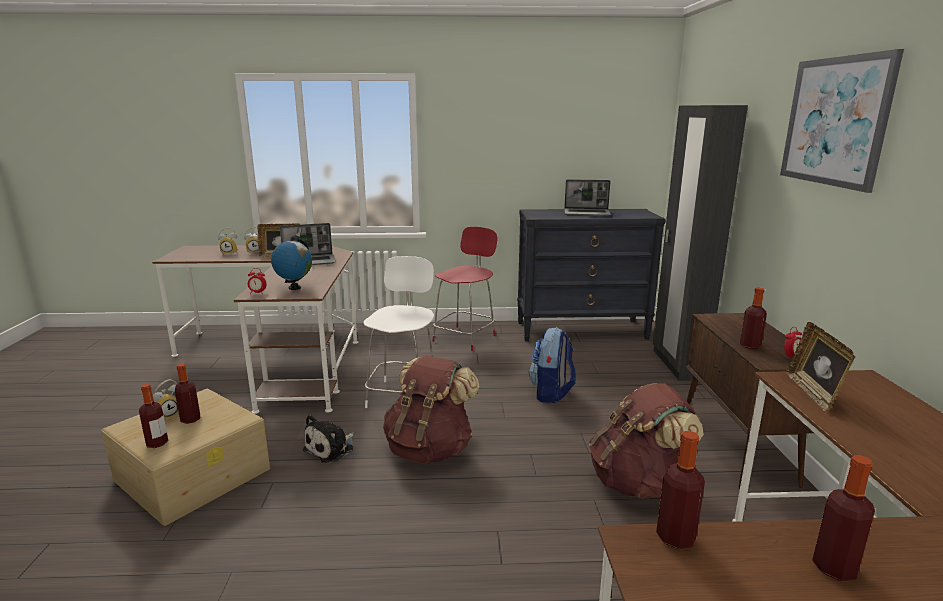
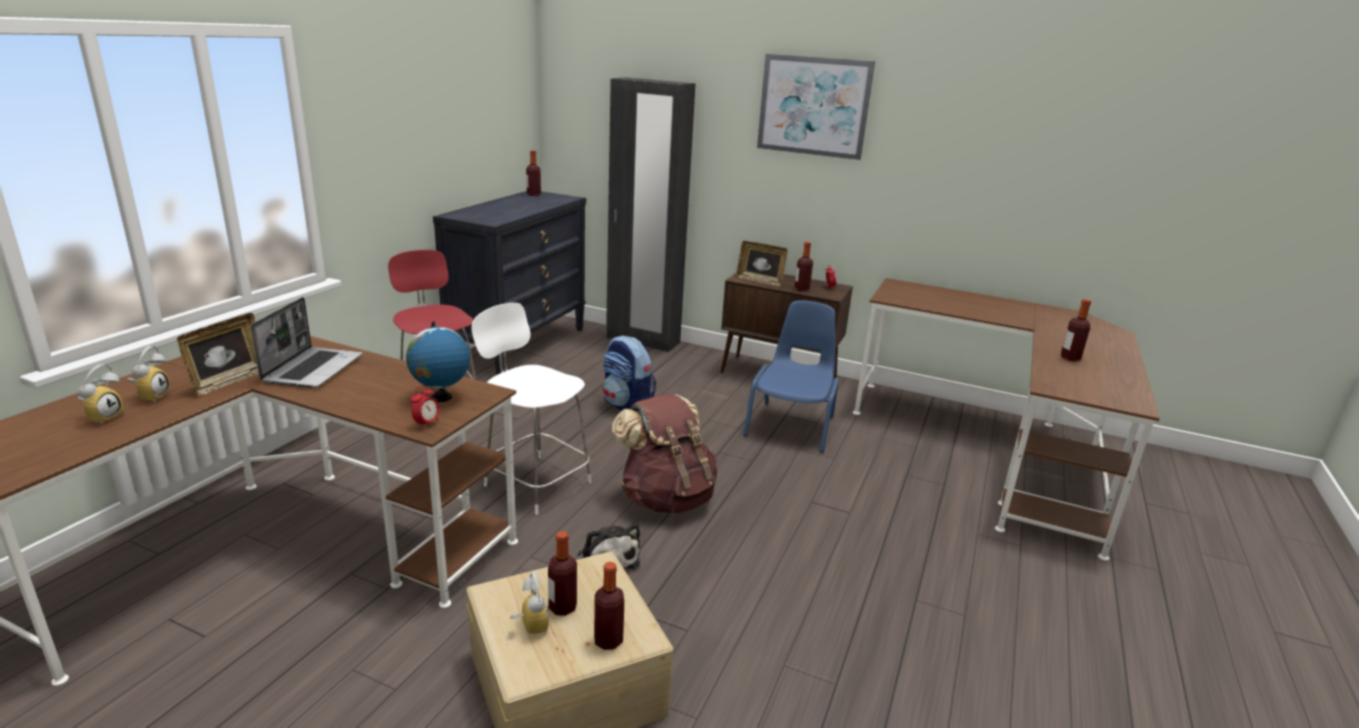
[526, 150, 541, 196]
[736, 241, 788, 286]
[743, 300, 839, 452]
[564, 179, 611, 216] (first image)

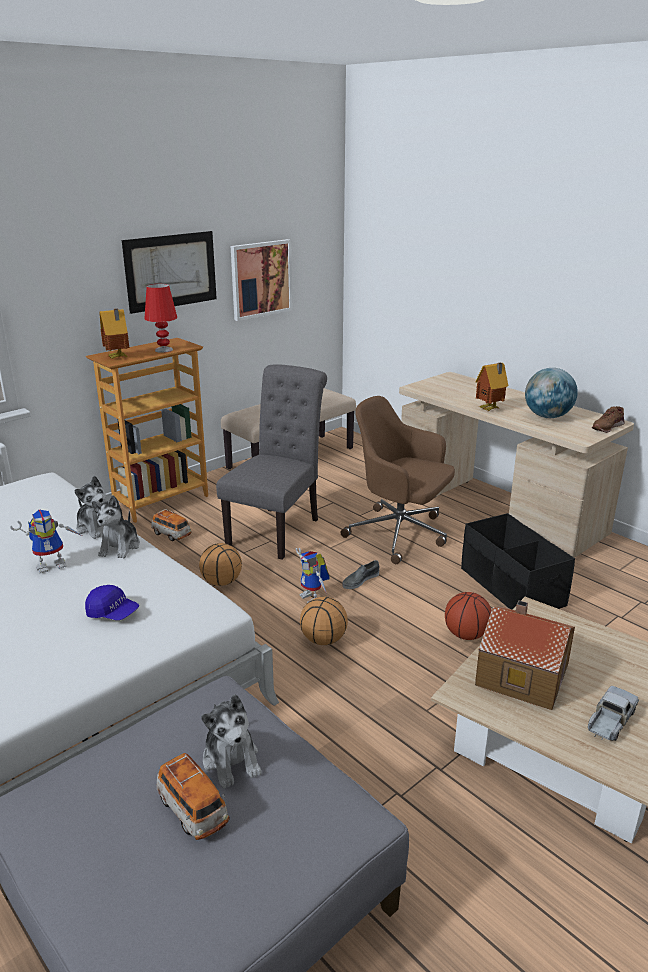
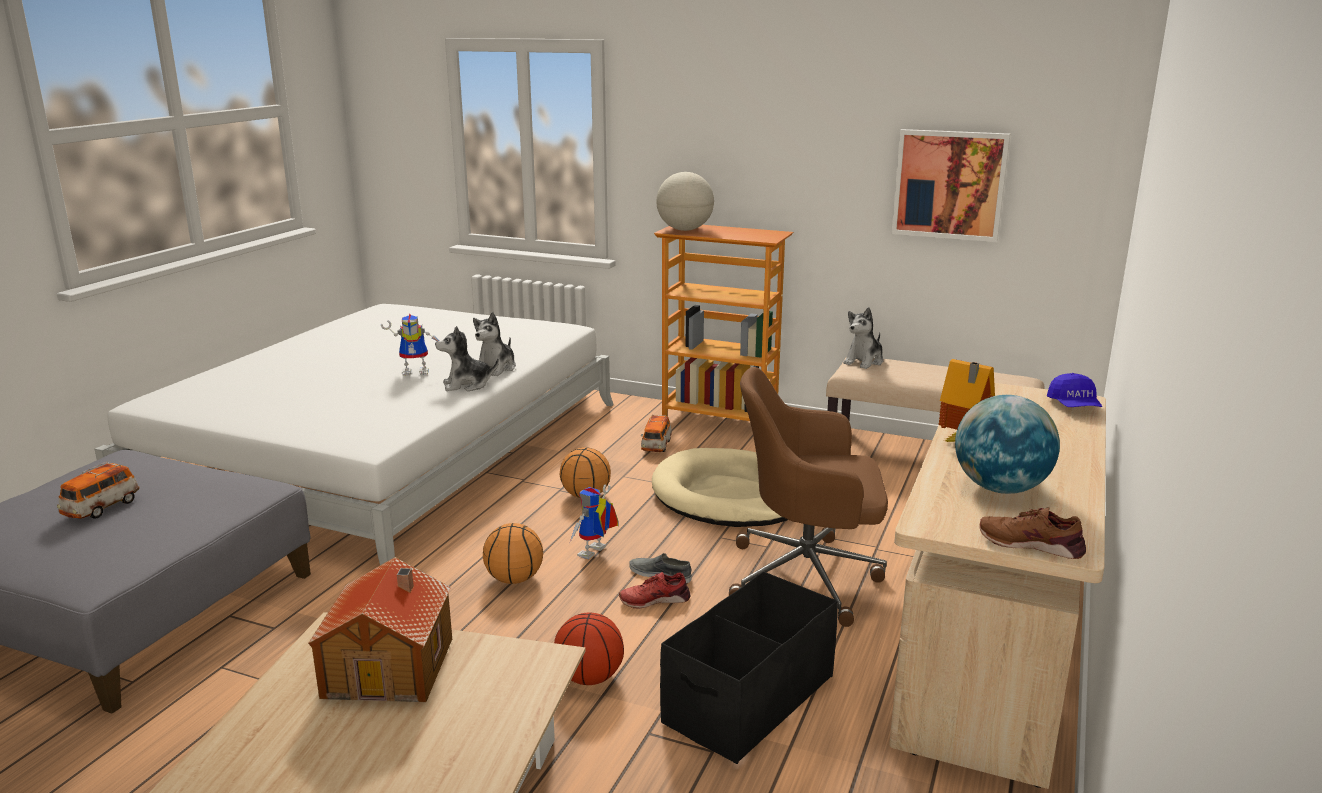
[381, 313, 439, 376]
[619, 572, 690, 609]
[652, 448, 788, 527]
[656, 172, 714, 231]
[729, 367, 888, 627]
[843, 307, 884, 369]
[1047, 373, 1102, 407]
[122, 231, 217, 314] (first image)
[144, 284, 177, 353] (first image)
[588, 686, 639, 741] (first image)

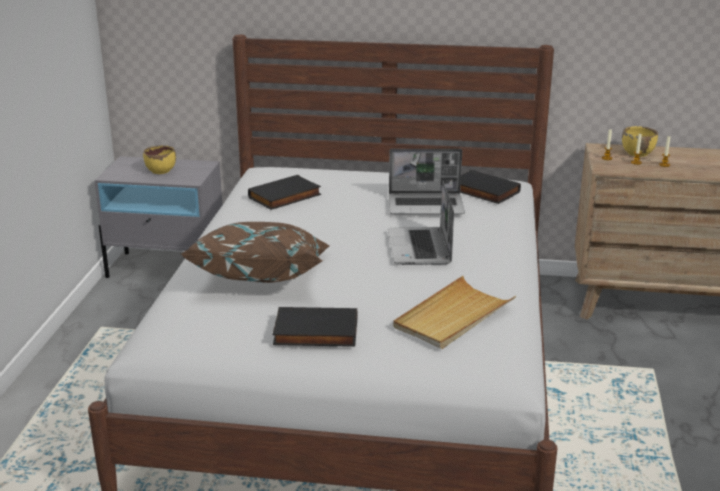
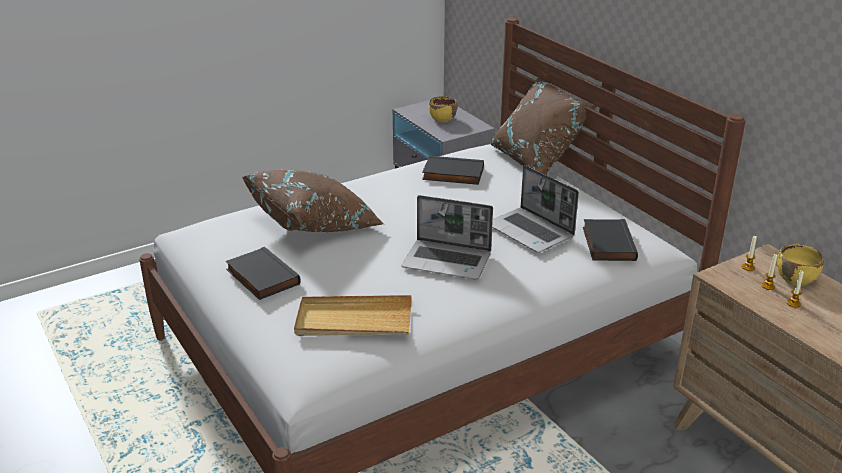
[402, 195, 493, 280]
[490, 77, 597, 175]

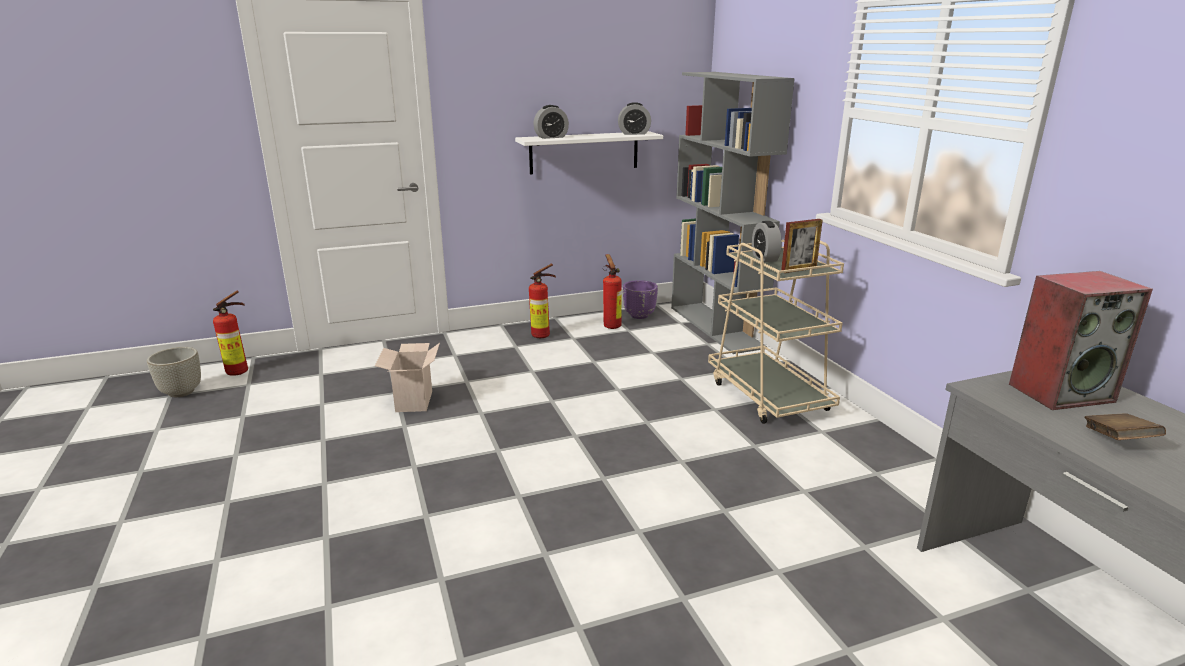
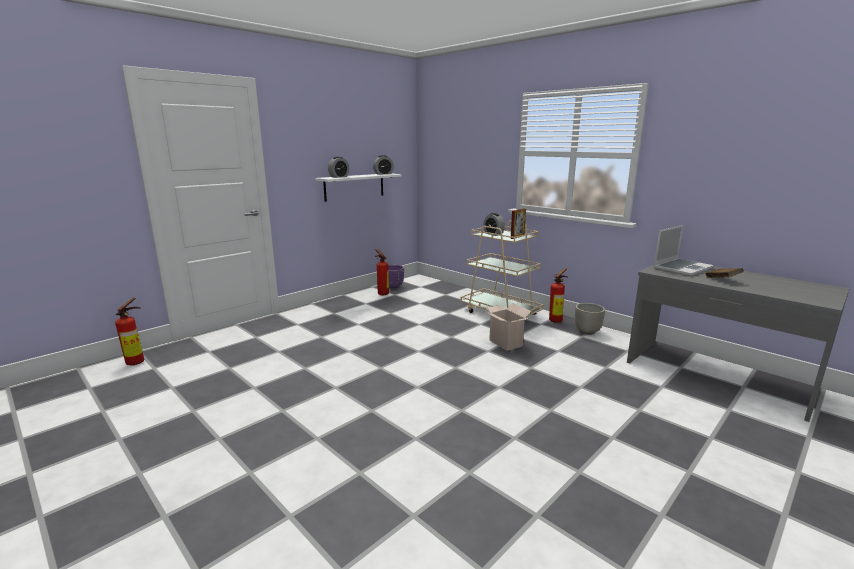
[483, 303, 531, 351]
[549, 268, 567, 323]
[575, 303, 605, 335]
[653, 225, 713, 276]
[671, 72, 795, 354] (first image)

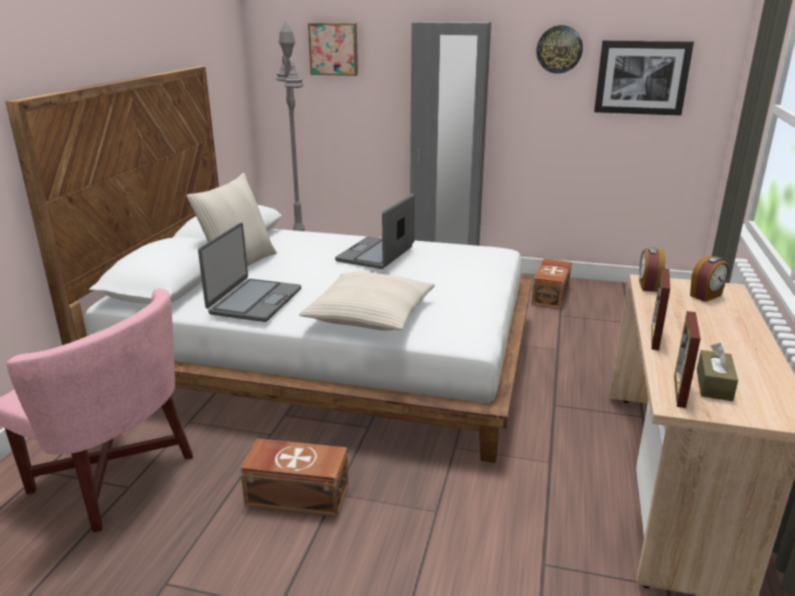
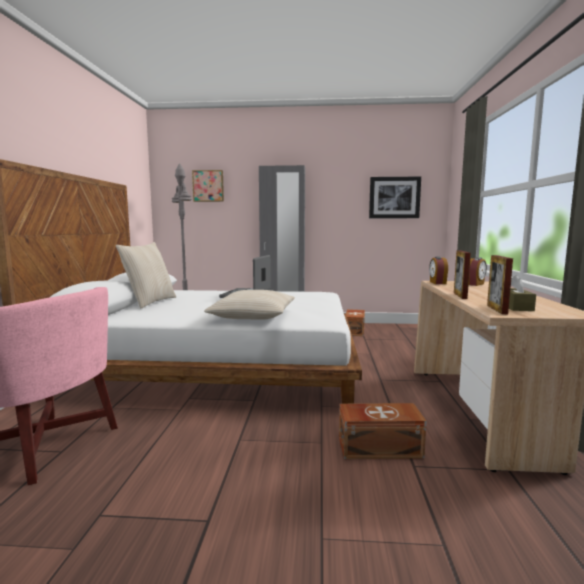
[339, 403, 426, 459]
[198, 223, 301, 322] (first image)
[536, 25, 583, 74] (first image)

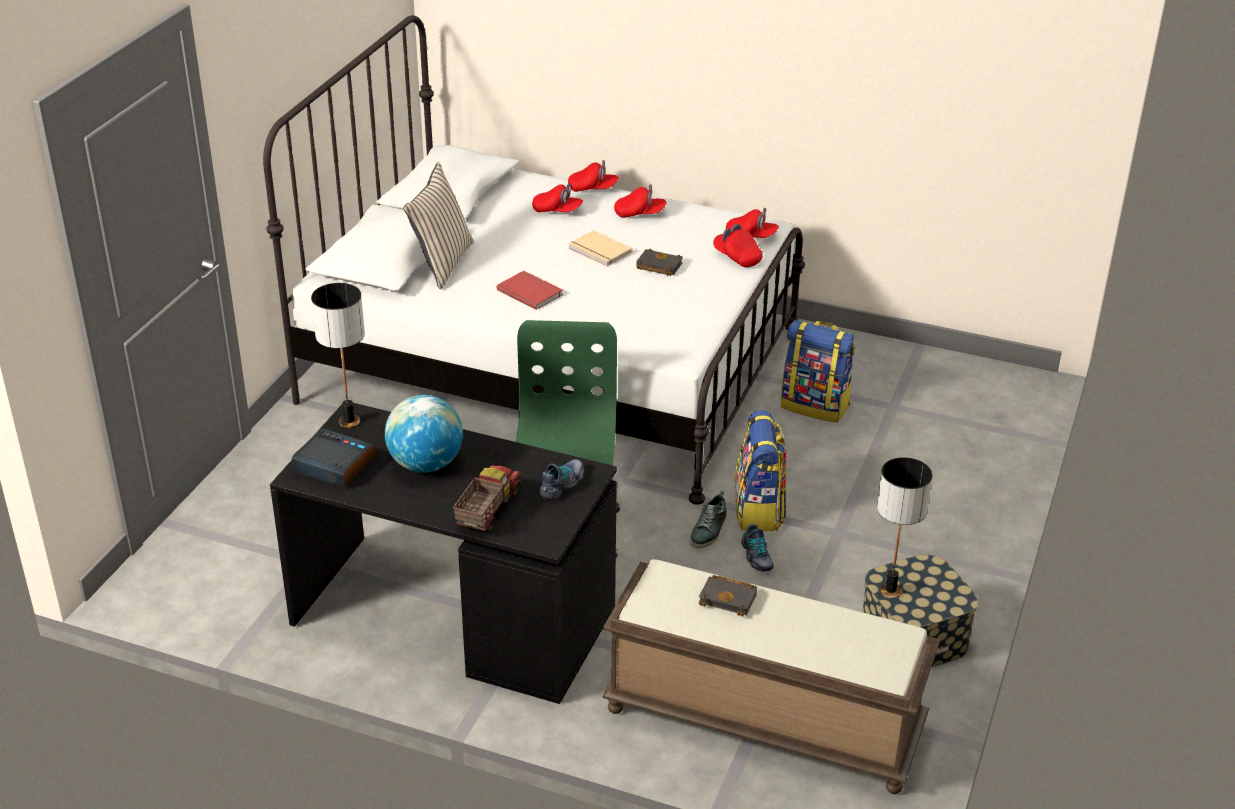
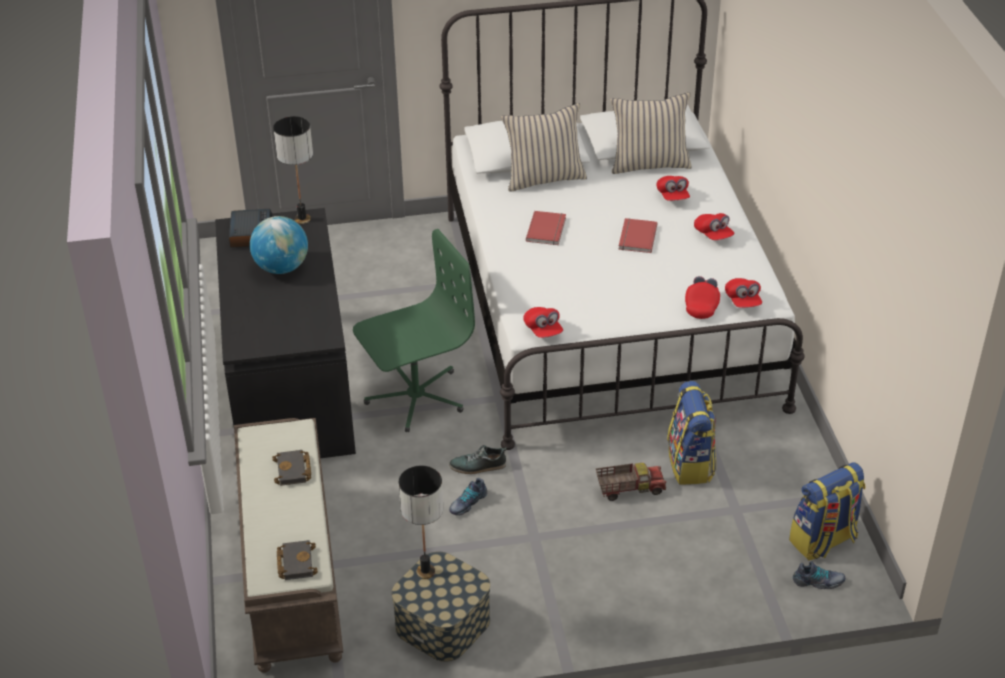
[277, 540, 318, 580]
[523, 307, 563, 338]
[596, 463, 666, 501]
[611, 92, 692, 174]
[618, 218, 657, 253]
[789, 462, 866, 561]
[793, 561, 845, 589]

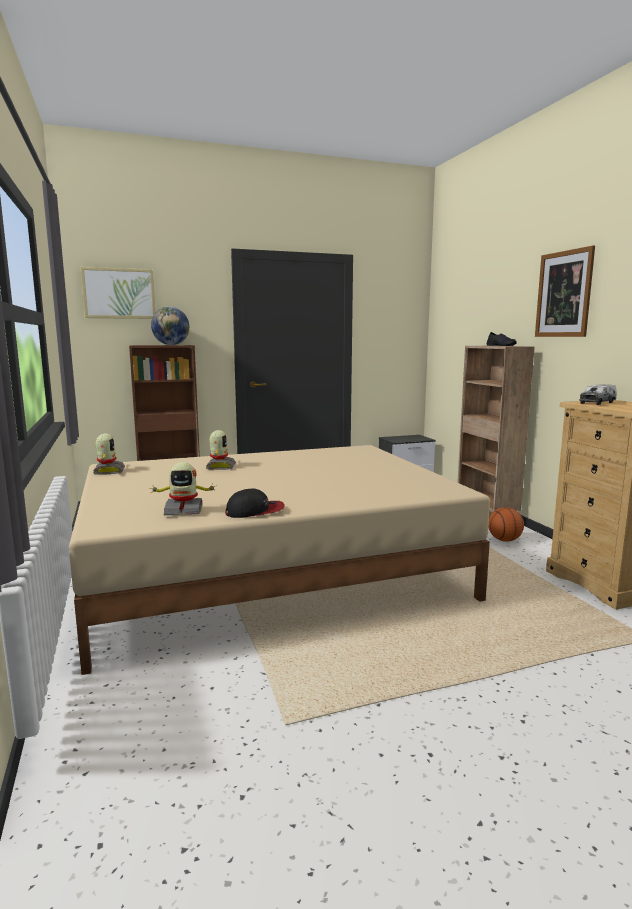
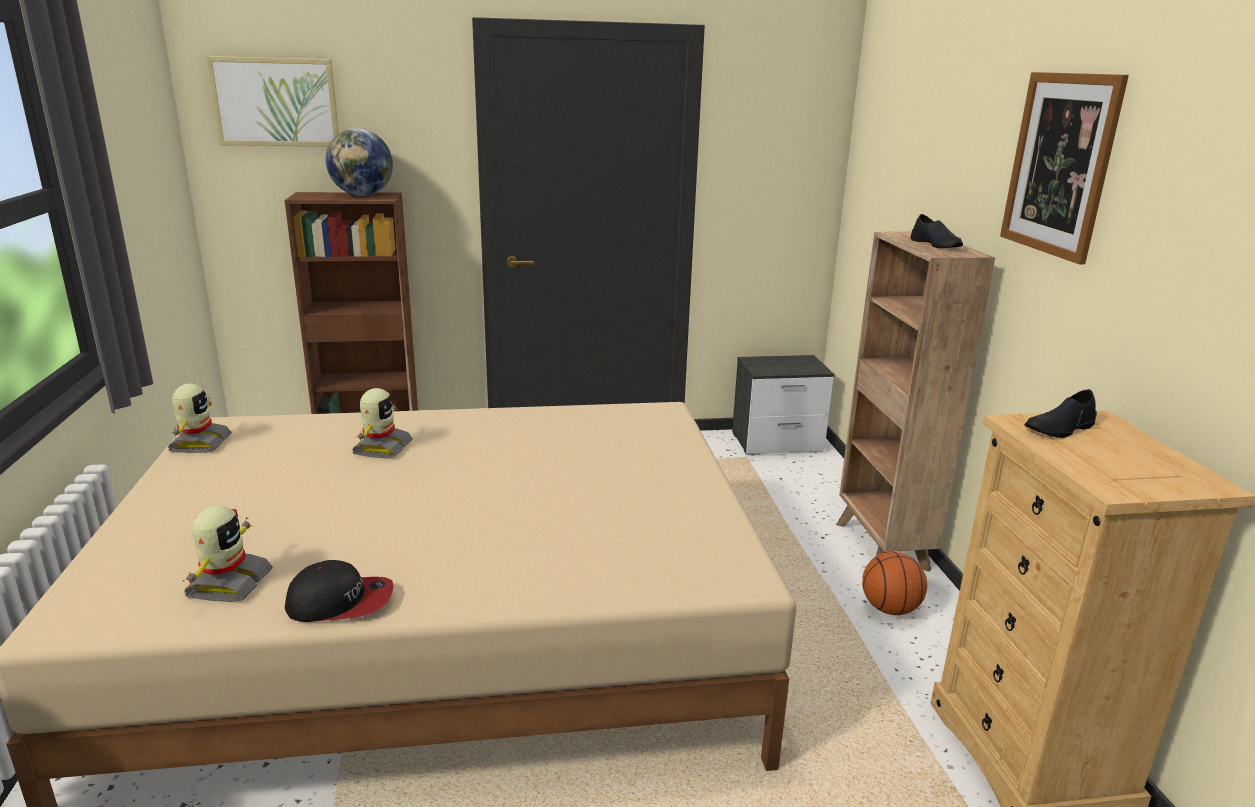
[183, 506, 273, 602]
[1025, 389, 1097, 438]

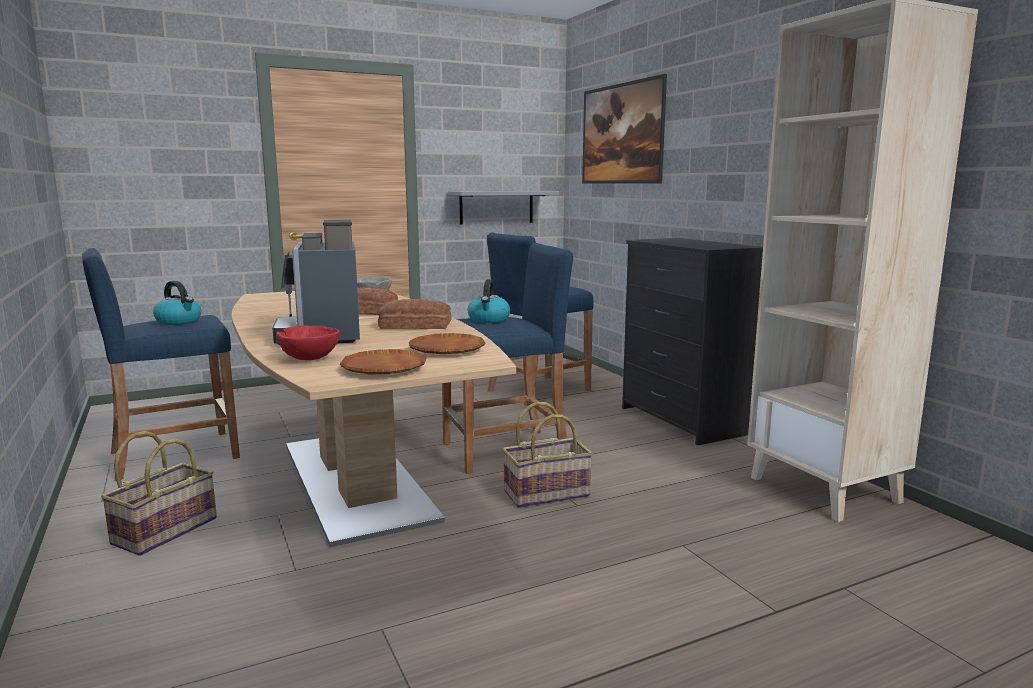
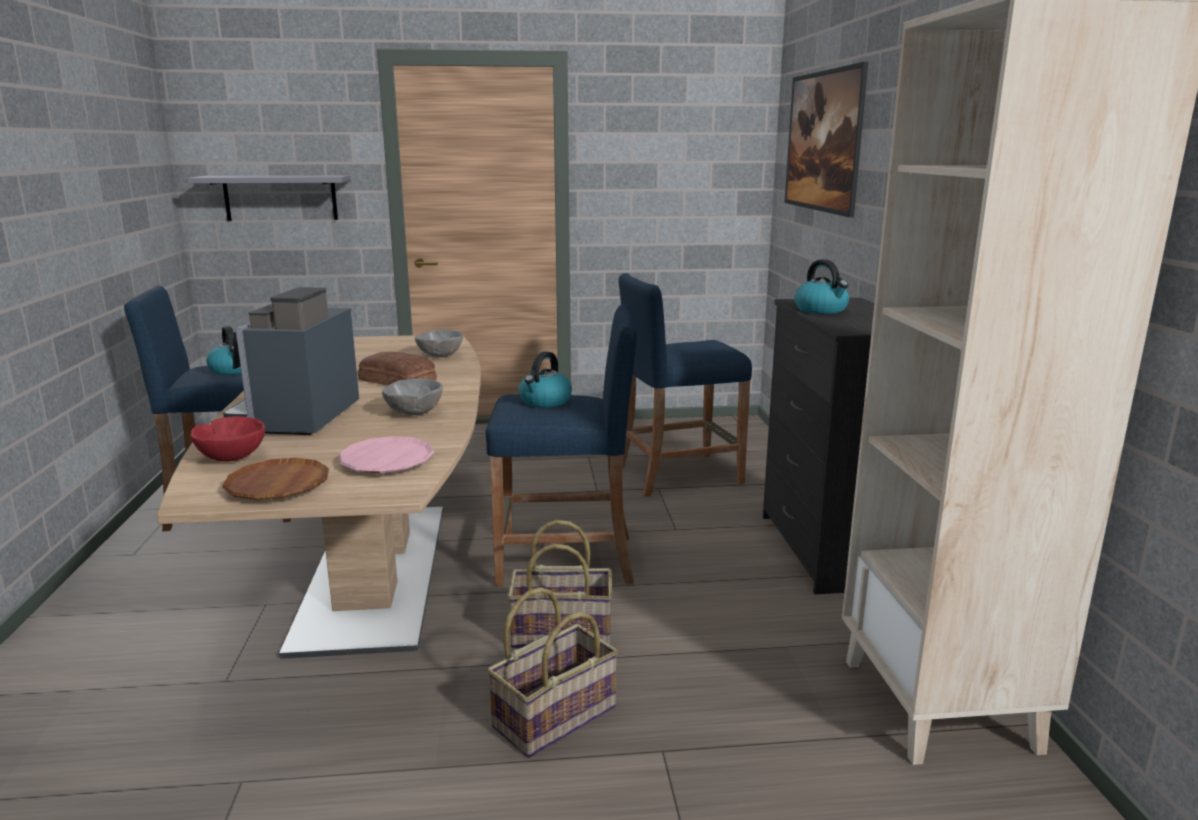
[187, 175, 351, 221]
[338, 436, 434, 473]
[382, 378, 443, 415]
[487, 587, 618, 758]
[795, 259, 849, 314]

